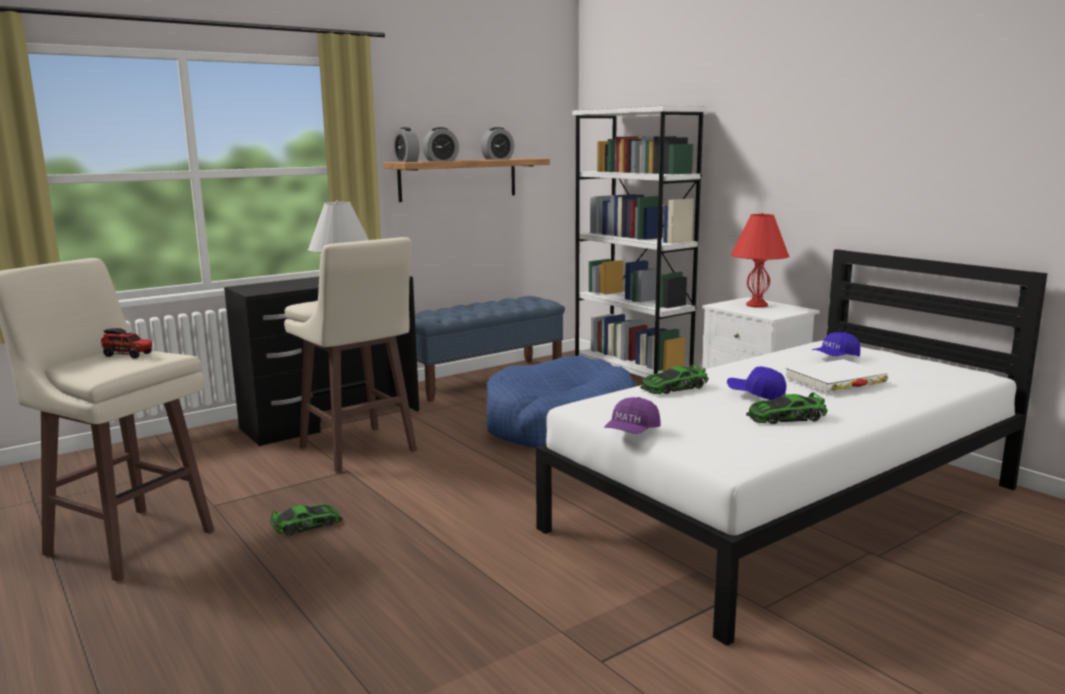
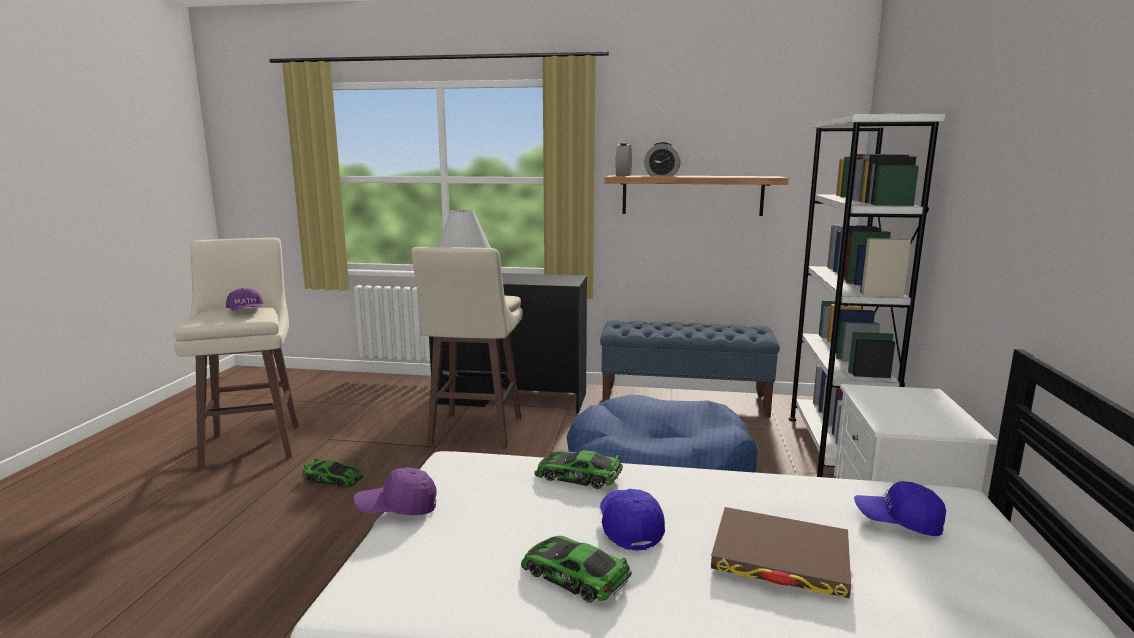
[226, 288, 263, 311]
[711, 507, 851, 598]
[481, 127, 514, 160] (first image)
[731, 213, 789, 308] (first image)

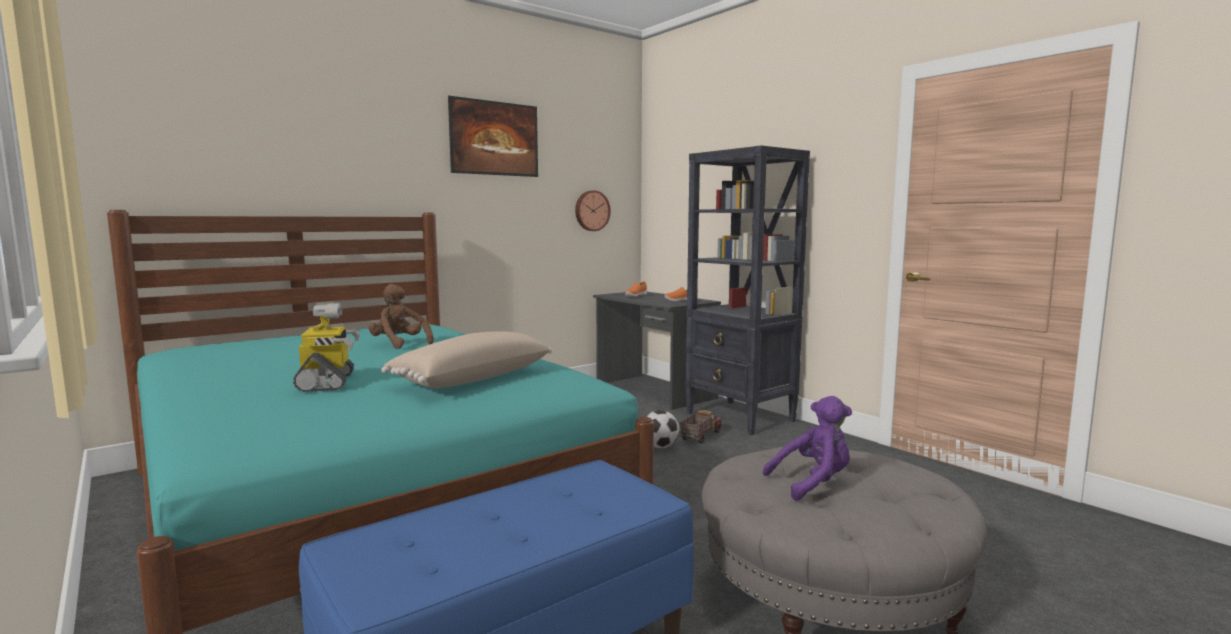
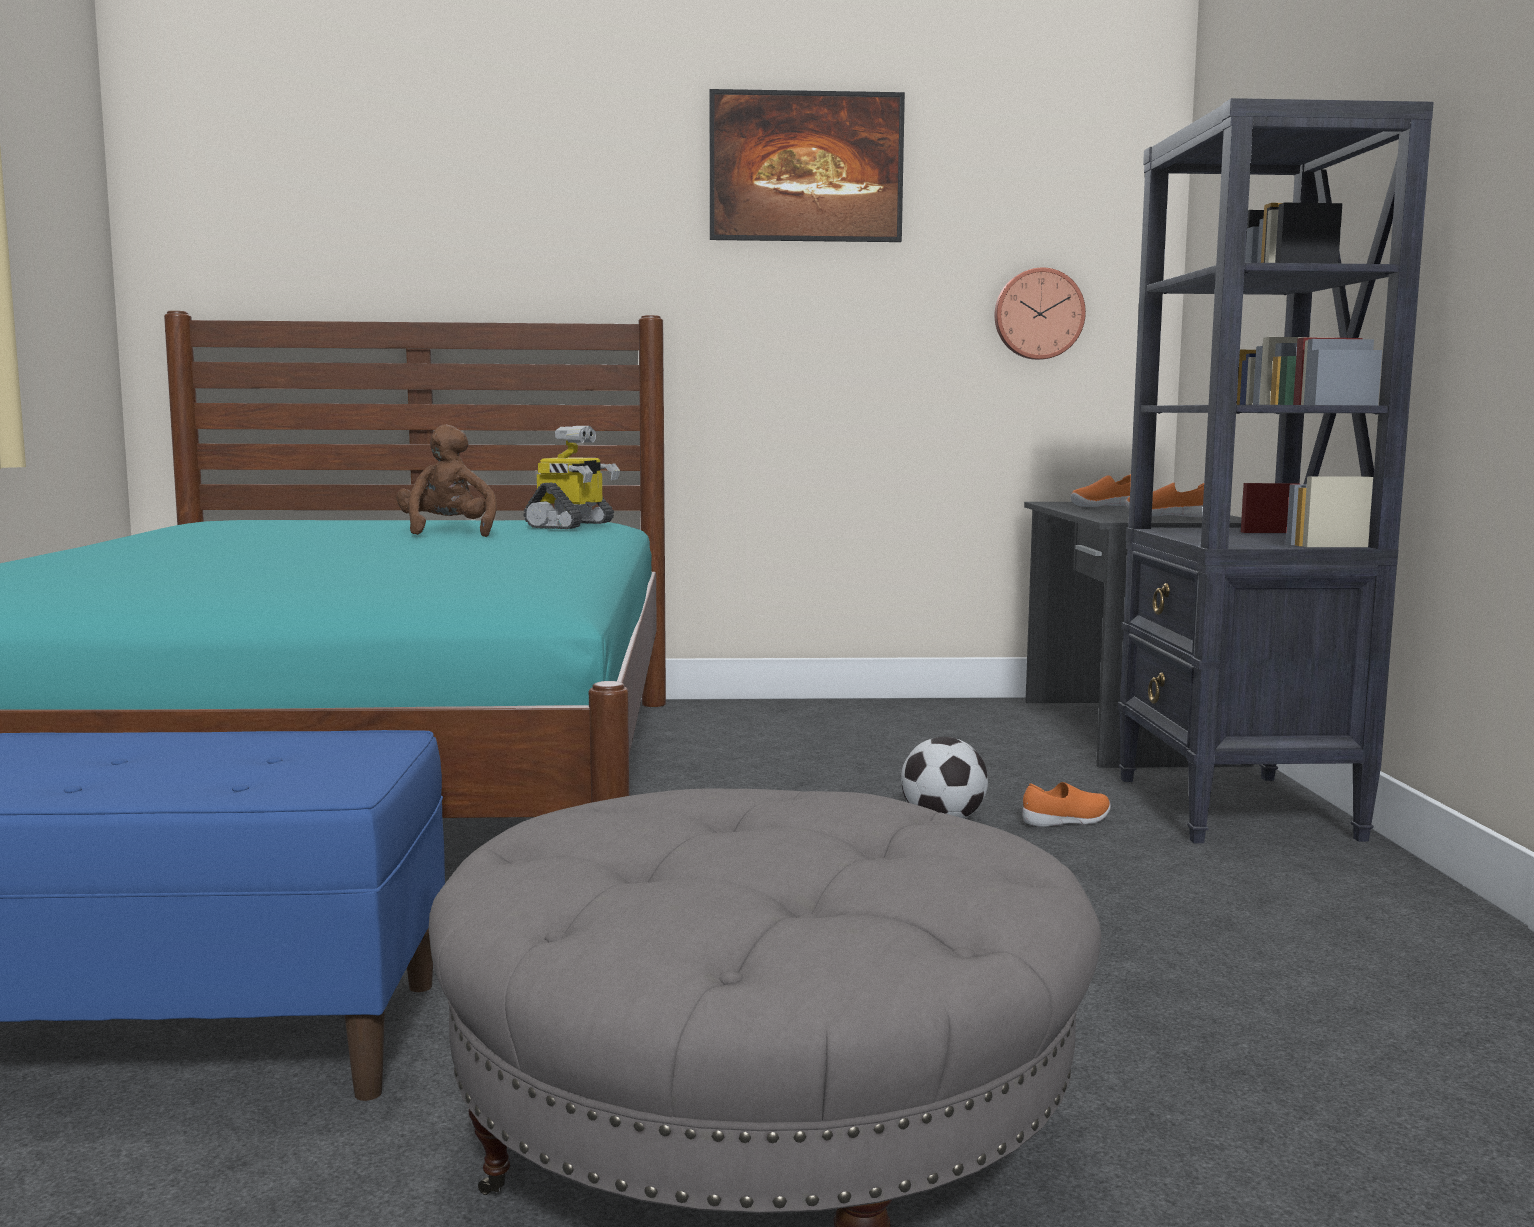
[524, 426, 620, 529]
[1023, 782, 1111, 827]
[381, 331, 552, 388] (first image)
[763, 396, 852, 501] (first image)

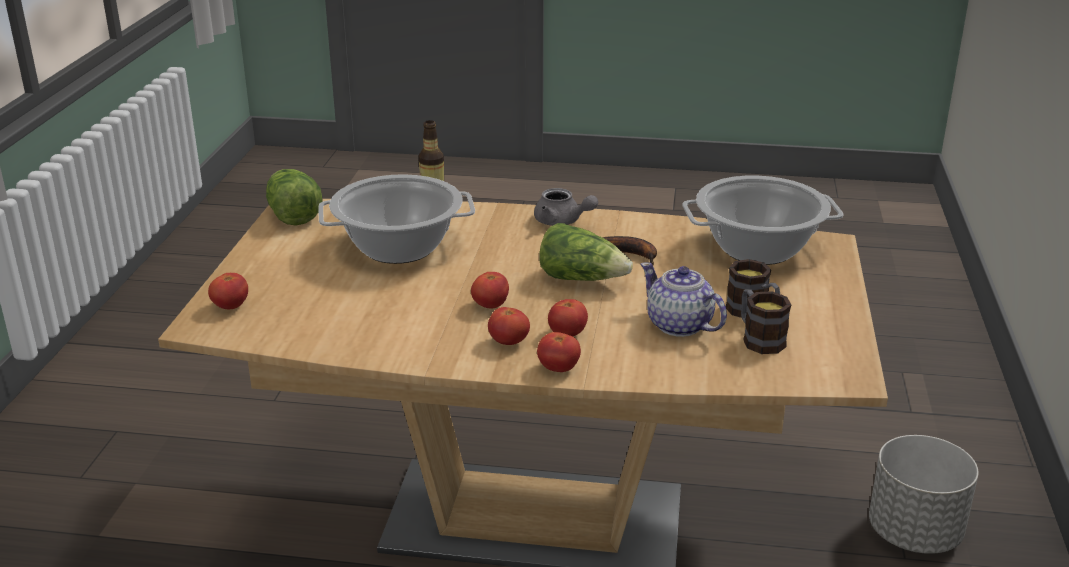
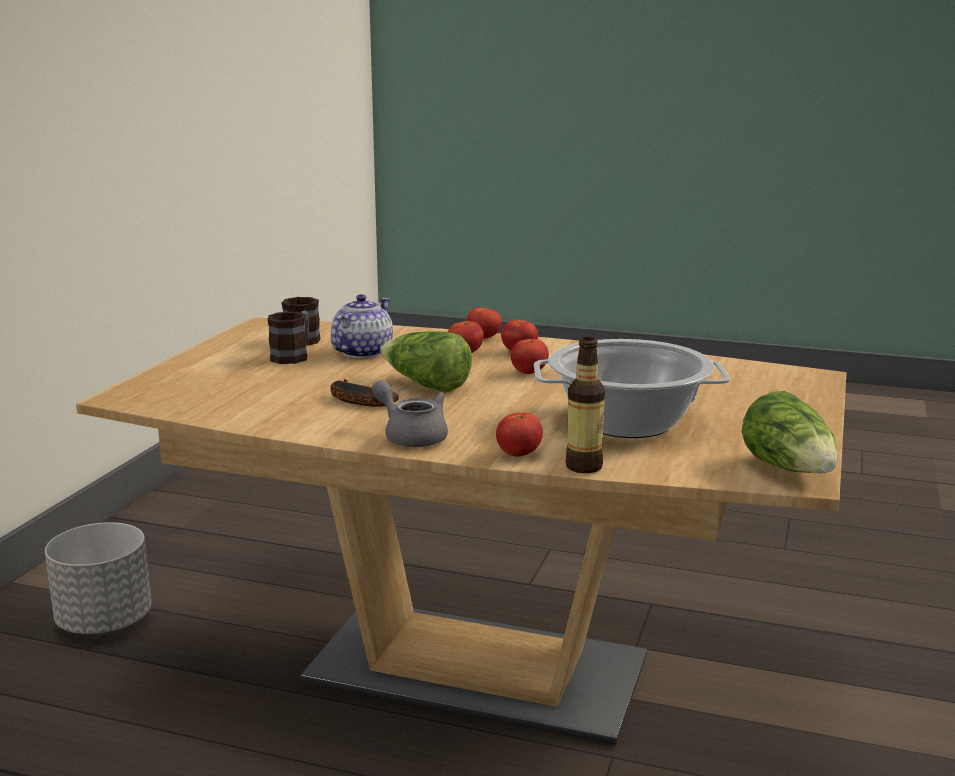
[331, 294, 393, 358]
[496, 413, 543, 457]
[682, 176, 844, 265] (first image)

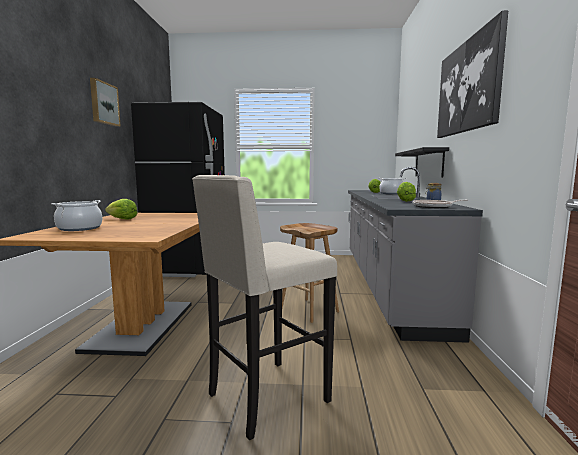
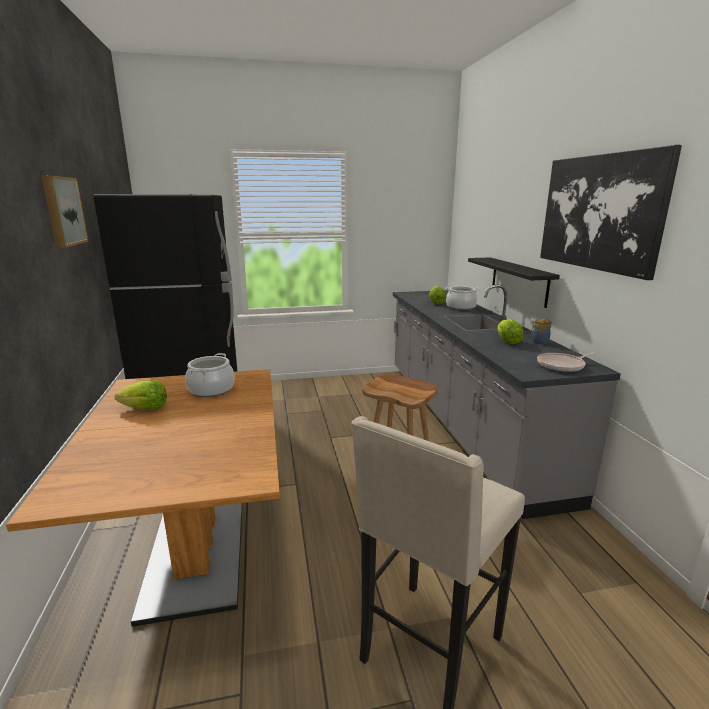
[185, 353, 235, 397]

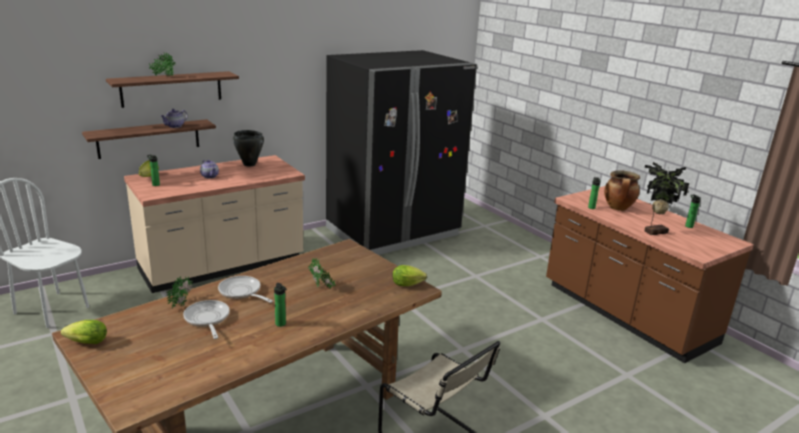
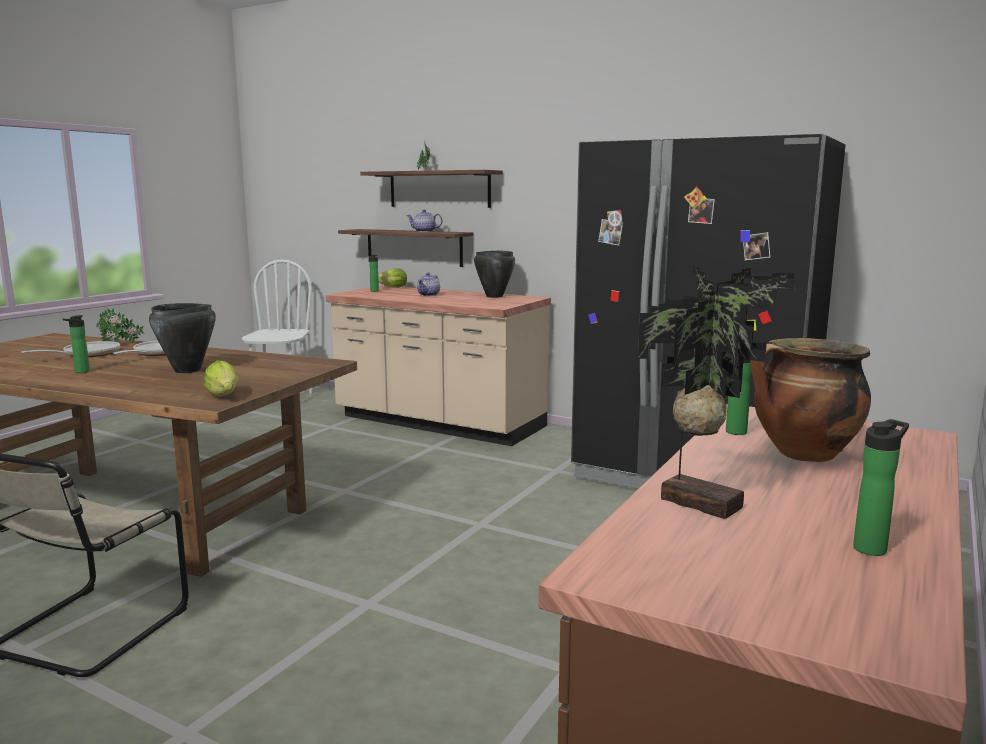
[149, 303, 216, 373]
[61, 320, 107, 344] (first image)

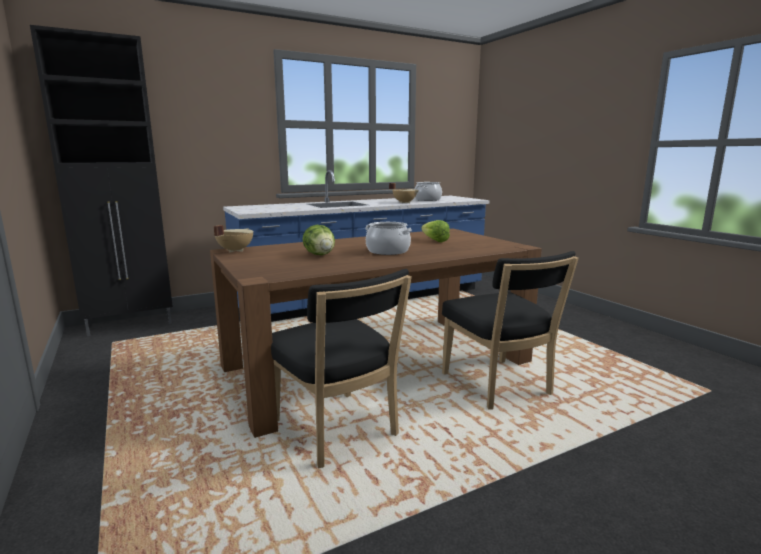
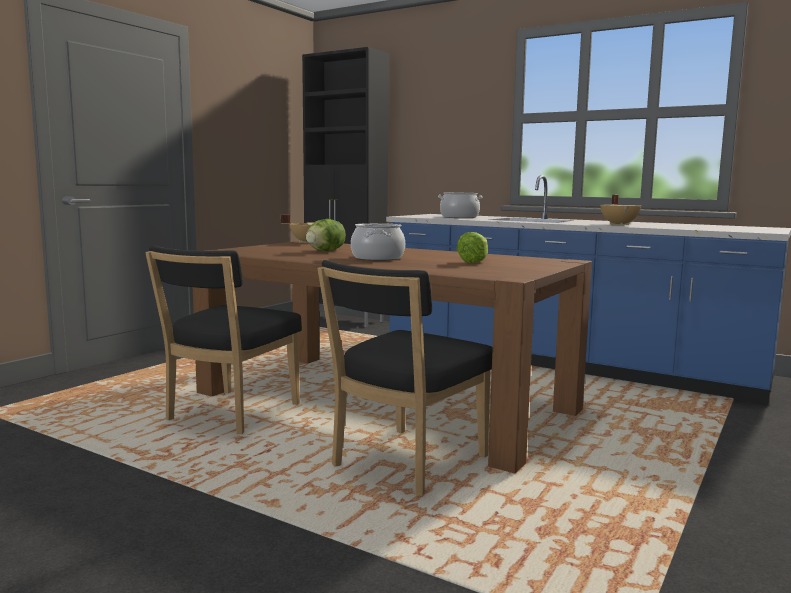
[438, 192, 483, 218]

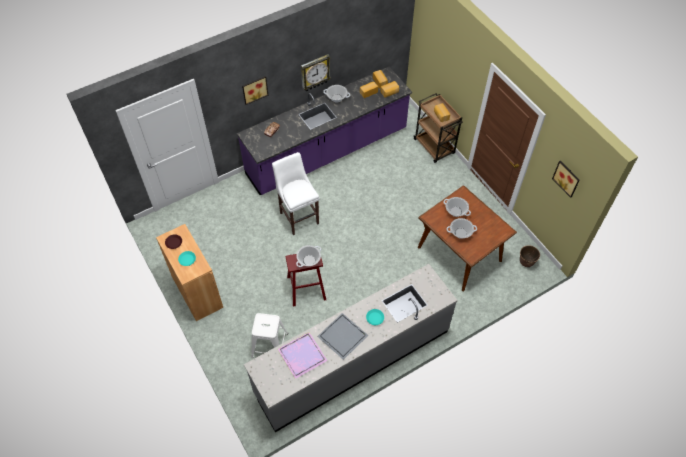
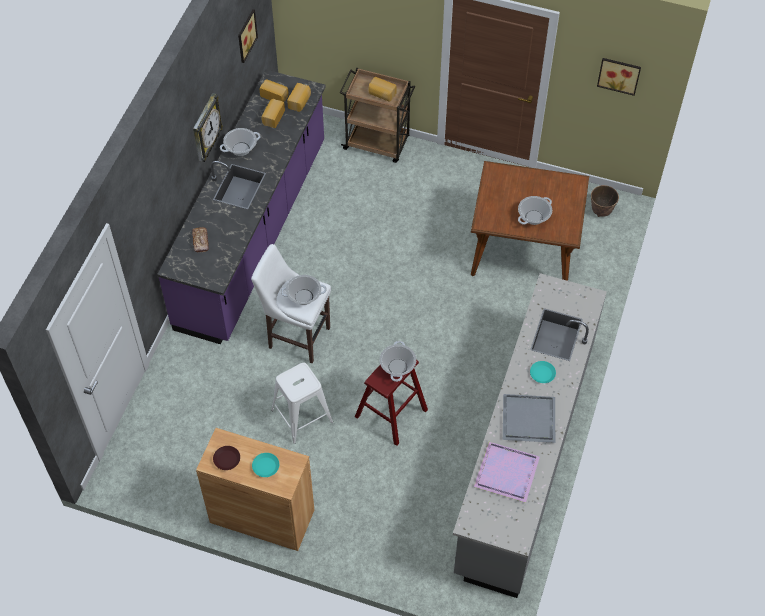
[238, 9, 258, 63]
[271, 363, 333, 444]
[281, 275, 327, 305]

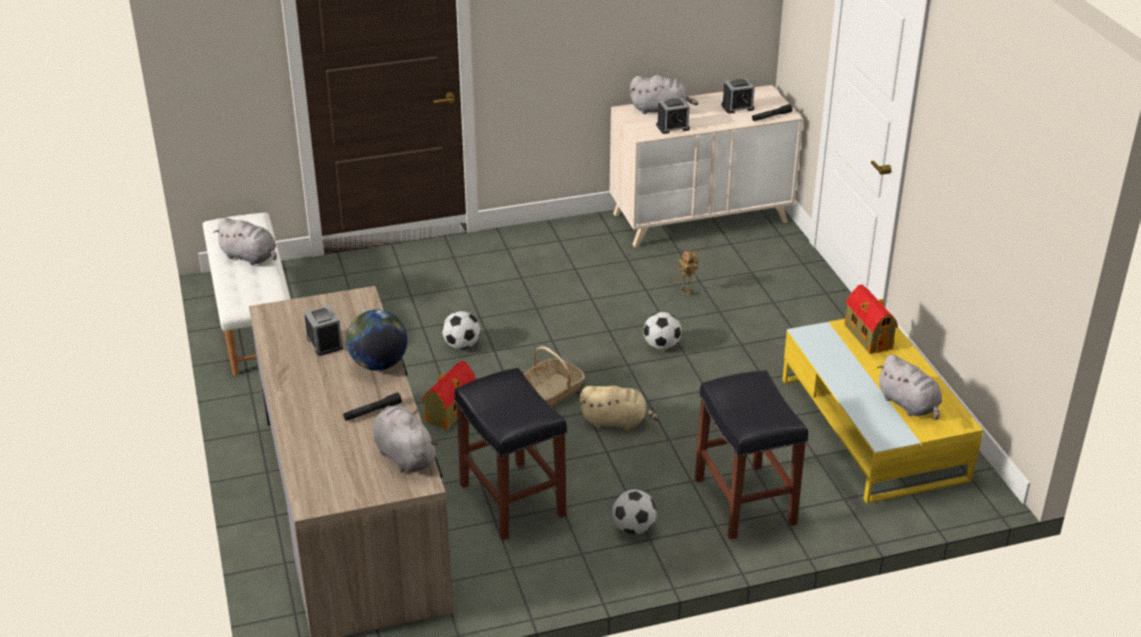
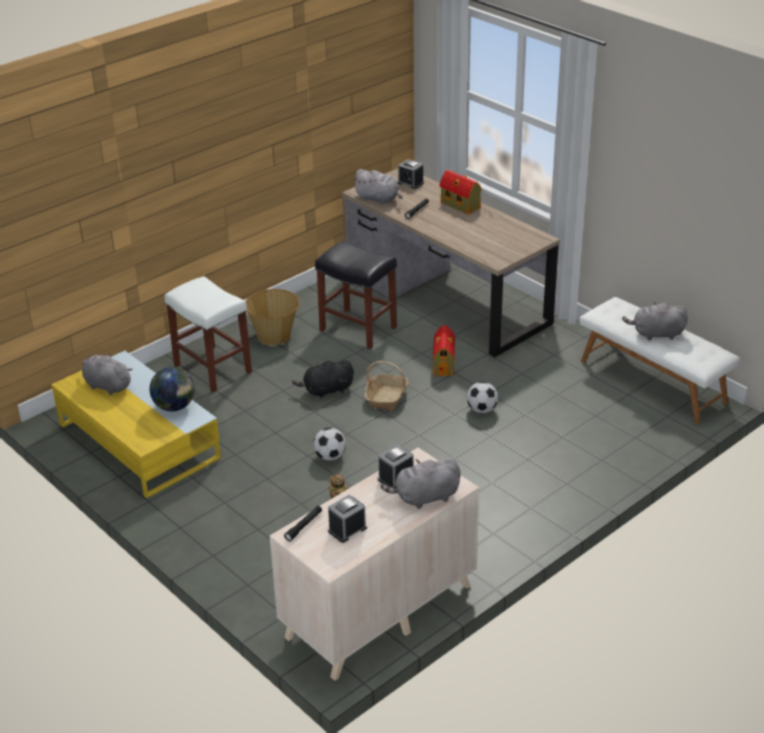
[150, 367, 195, 411]
[165, 276, 252, 392]
[245, 289, 300, 345]
[292, 360, 354, 399]
[397, 159, 424, 189]
[439, 170, 482, 214]

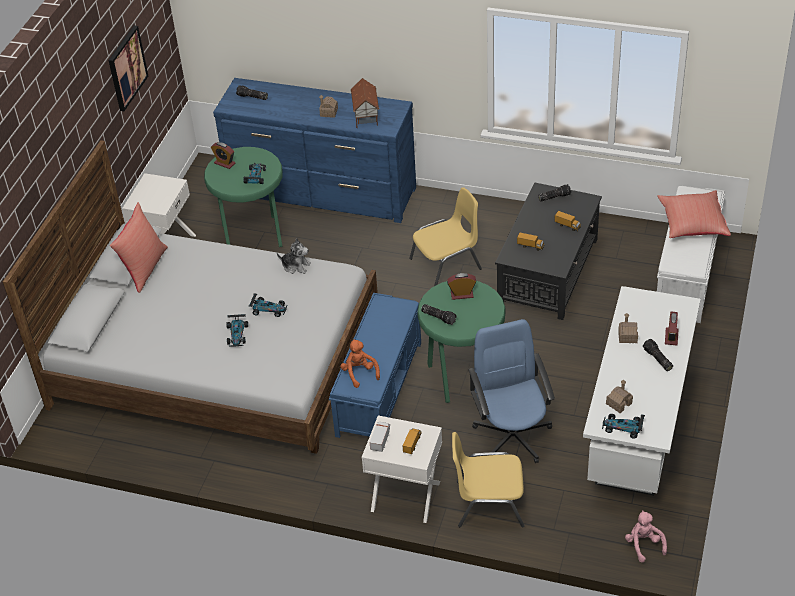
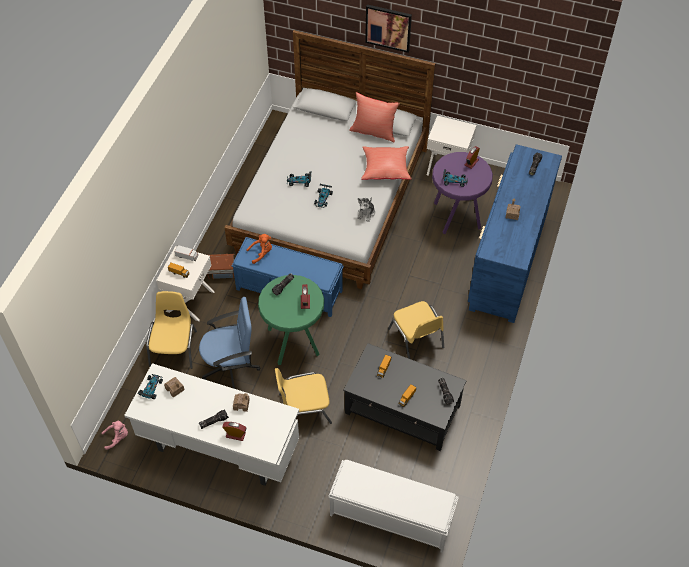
[207, 254, 235, 279]
[275, 368, 332, 424]
[361, 146, 412, 180]
[365, 5, 412, 53]
[432, 152, 493, 234]

